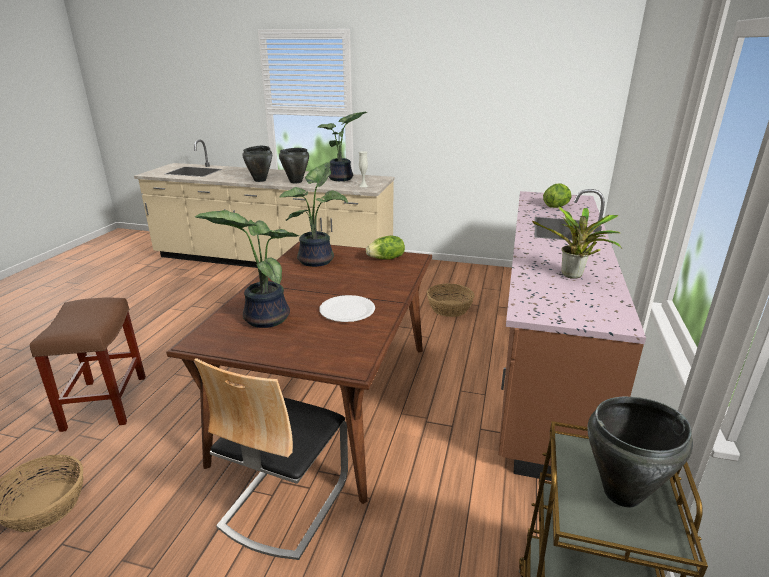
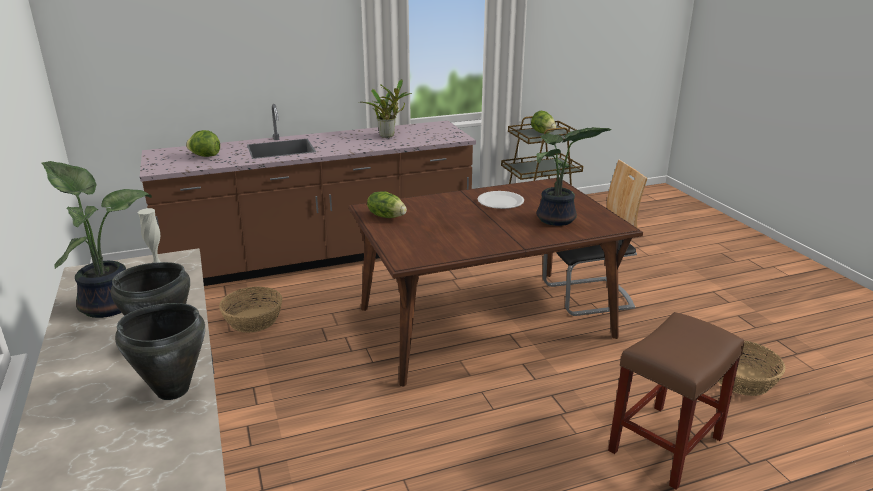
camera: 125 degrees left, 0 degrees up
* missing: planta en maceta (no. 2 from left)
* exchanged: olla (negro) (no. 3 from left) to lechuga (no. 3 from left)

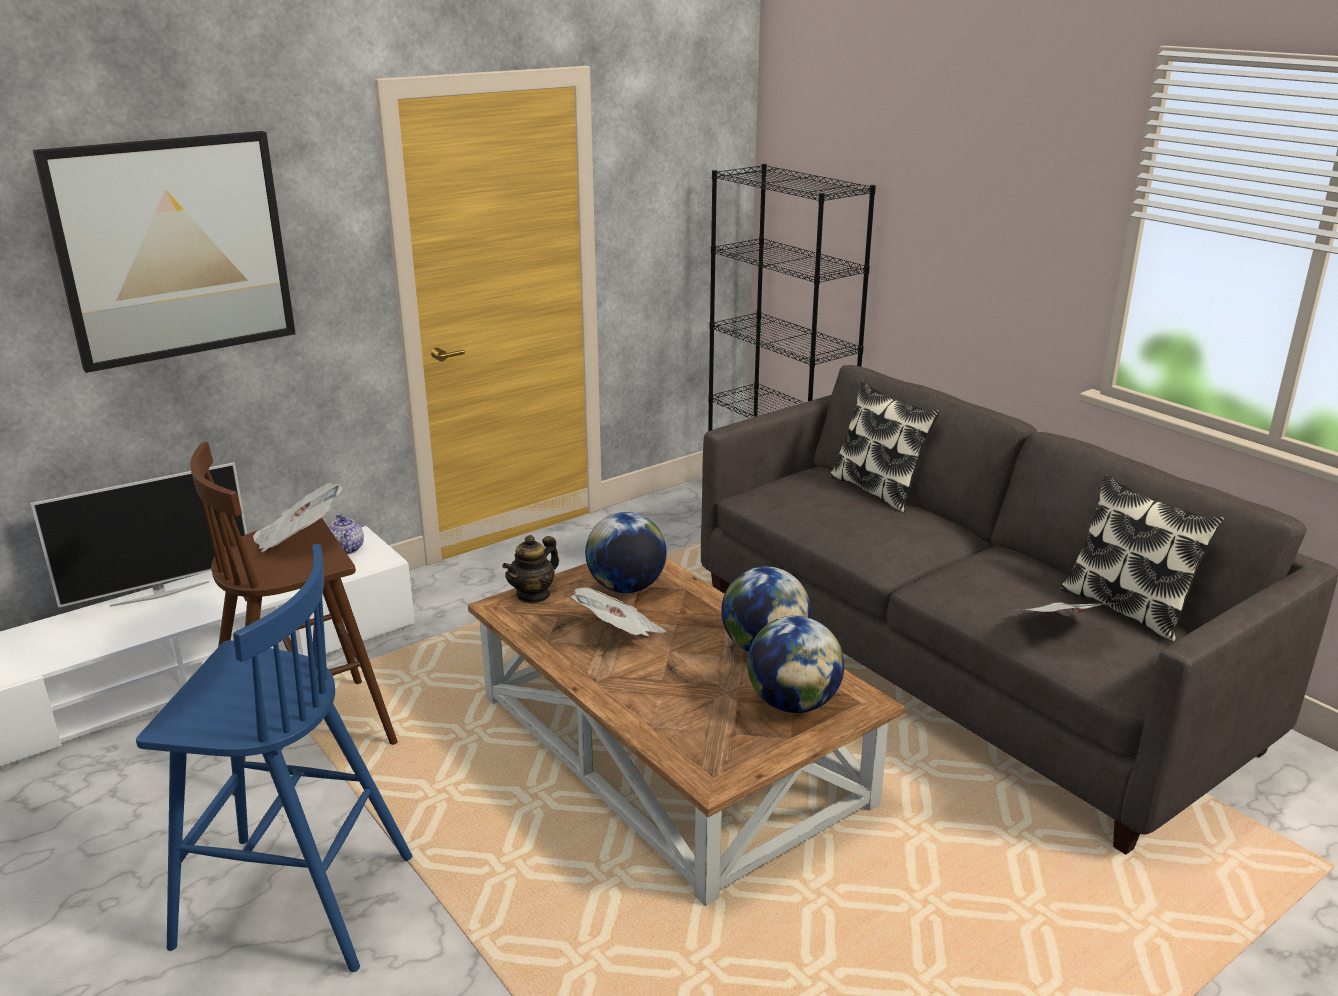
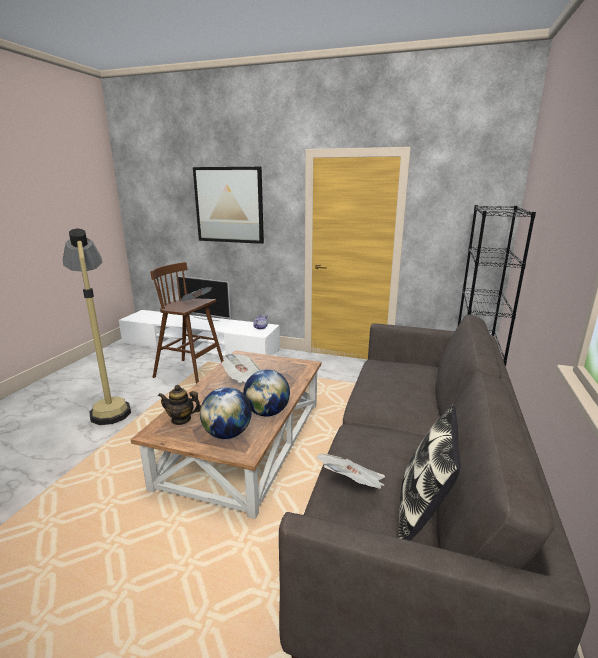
camera: 55 degrees right, 5 degrees down
* missing: globo terráqueo (no. 1 from left)
* missing: cojín (no. 1 from left)
* relocated: tetera (no. 2 from left in the first image) to tetera (no. 1 from left)
* exchanged: taburete (azul) to lámpara de pie

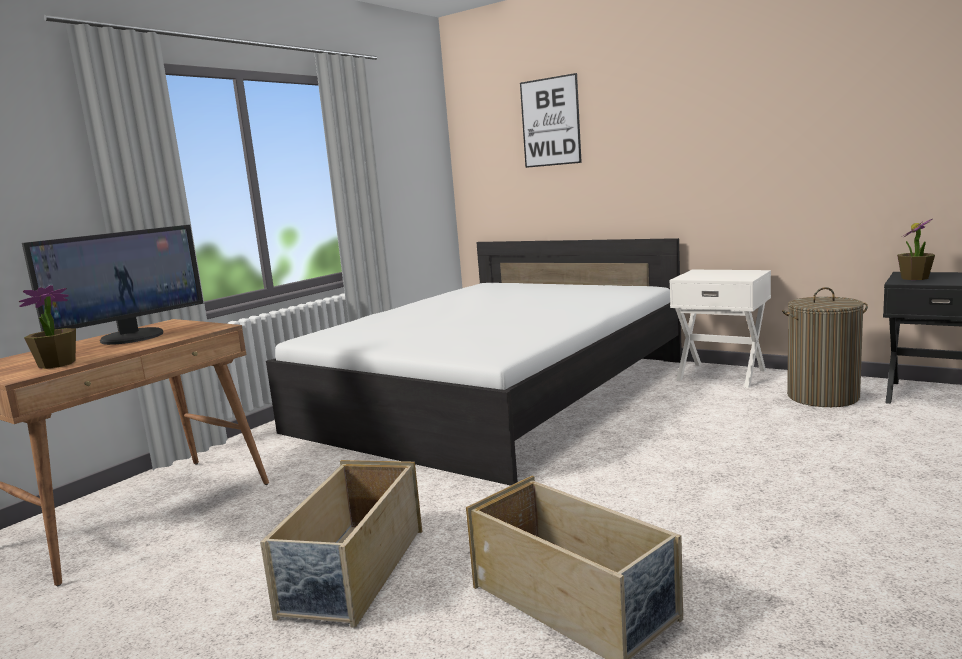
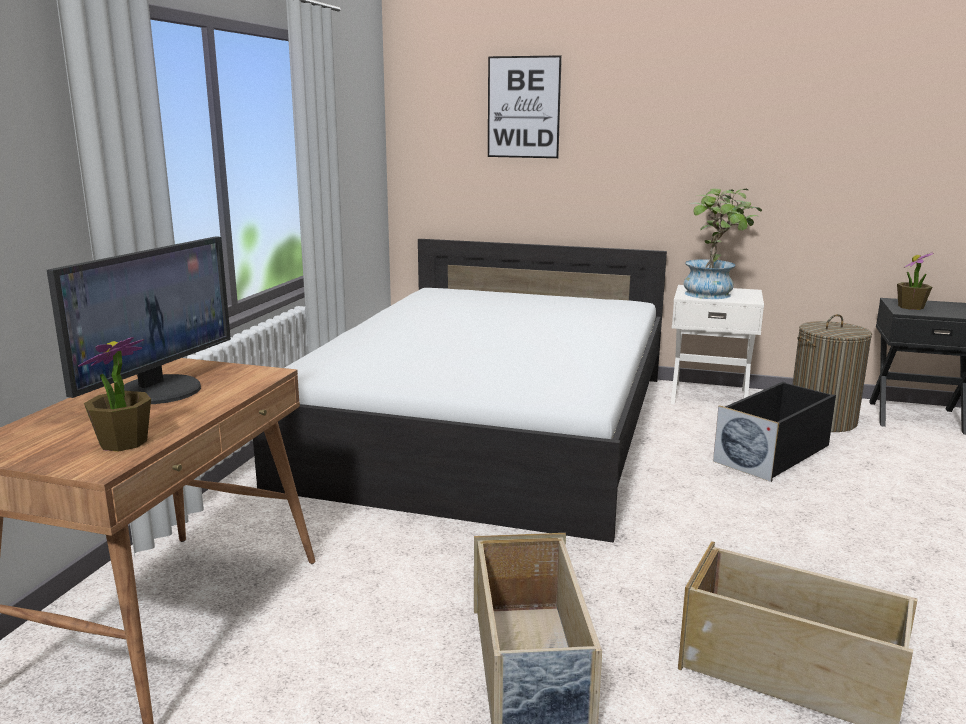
camera: 20 degrees left, 5 degrees up
* appeared: planta en maceta (no. 2 from left)
* appeared: caja de almacenaje (negro)

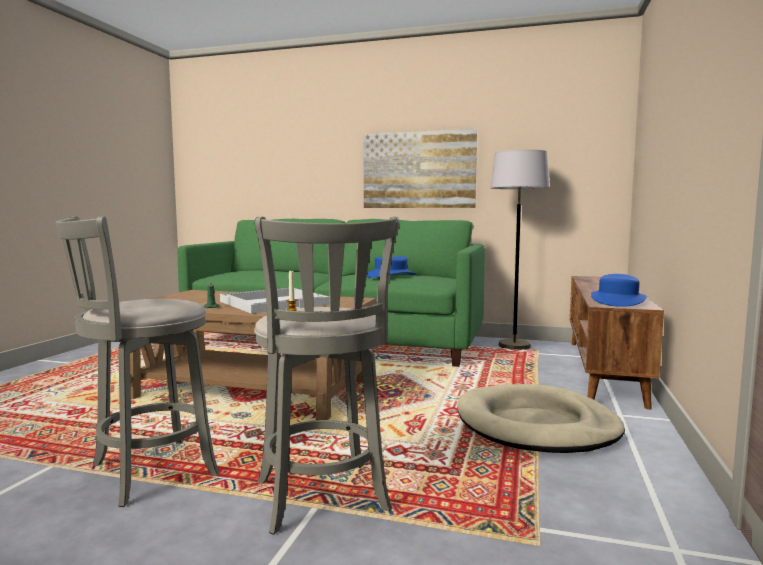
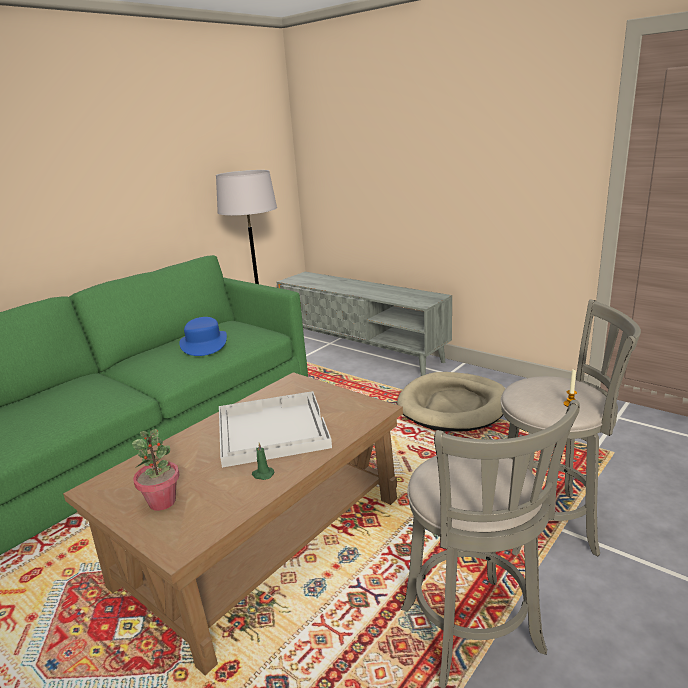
camera: 65 degrees left, 15 degrees up
* missing: cuadro
* missing: sombrero (azul) (no. 2 from left)
* appeared: planta en maceta
* colour: mueble de televisión (marrón) to mueble de televisión (gris)

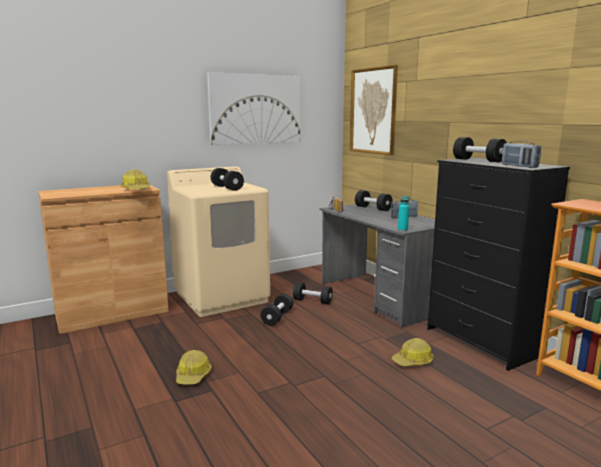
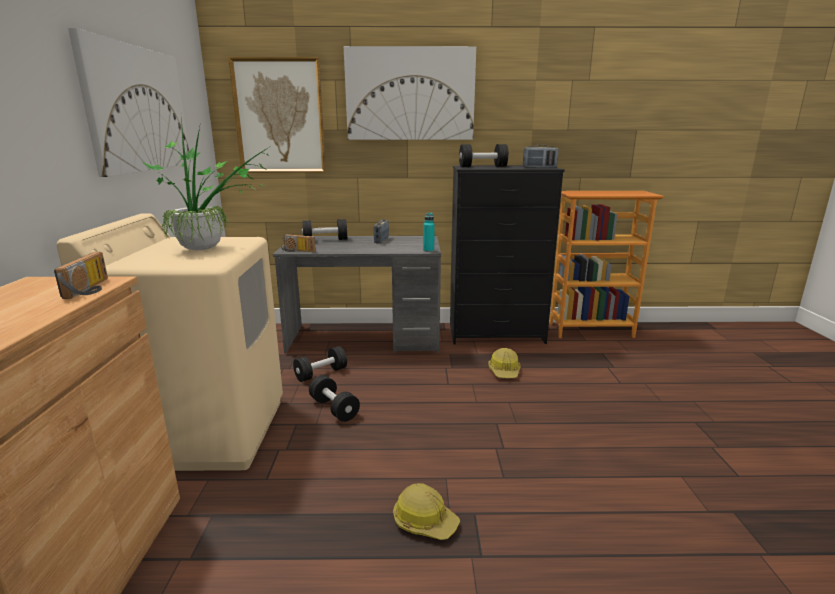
camera: 60 degrees left, 5 degrees up
* appeared: cuadro (no. 3 from left)
* exchanged: casco (no. 1 from left) to radio (no. 1 from left)
* exchanged: mancuerna (negro) (no. 1 from left) to planta en maceta

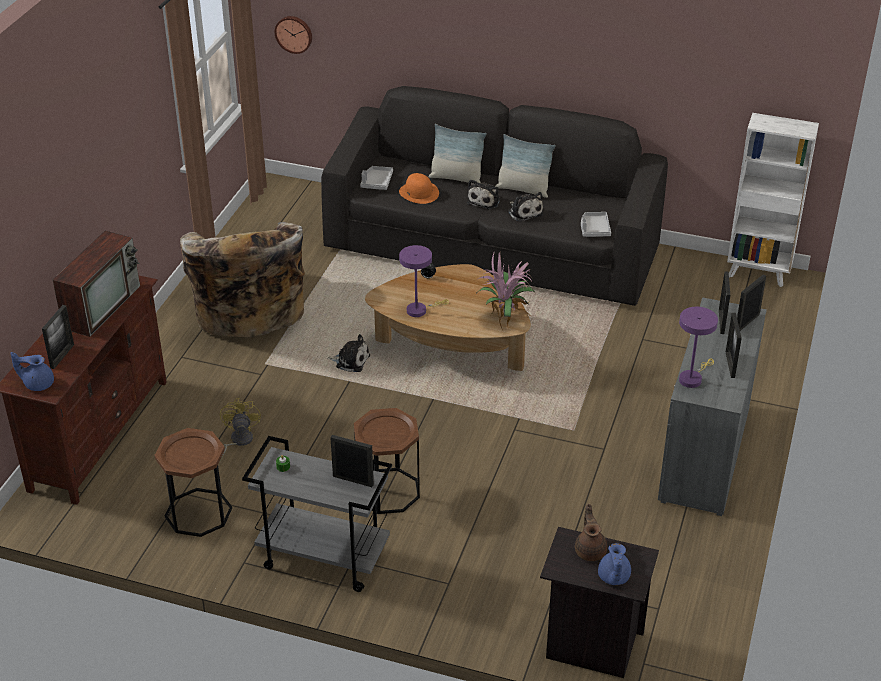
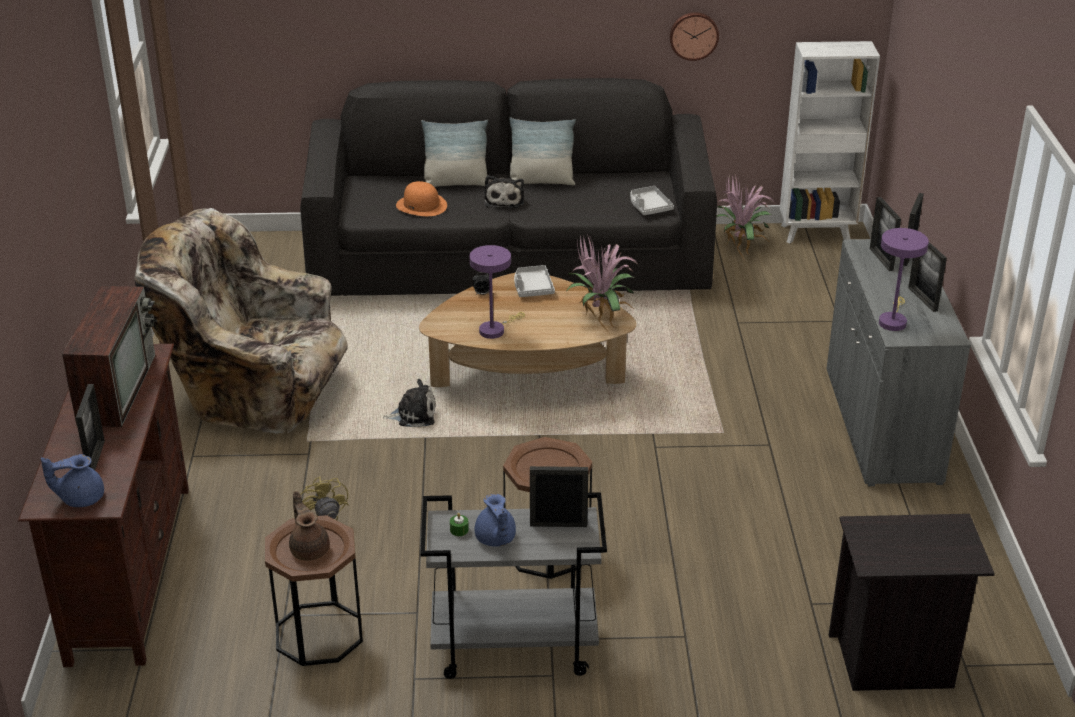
camera: 20 degrees left, 5 degrees down
* missing: peluche (no. 3 from left)
* appeared: planta en maceta (no. 2 from left)
* relocated: reloj de pared
* relocated: bandeja (gris) (no. 1 from left)
* relocated: tetera (marrón)
* relocated: tetera (azul) (no. 2 from left)
* spun: sillón (beis) 135 degrees clockwise

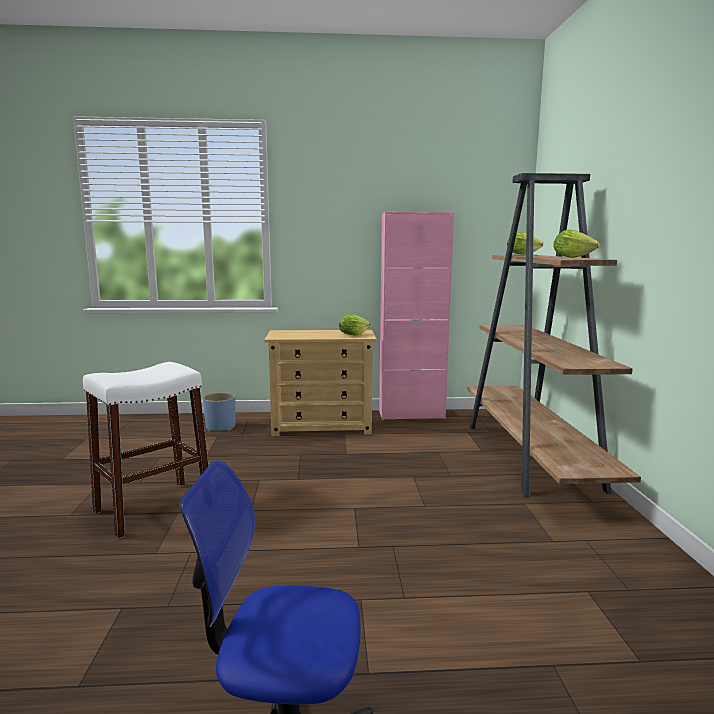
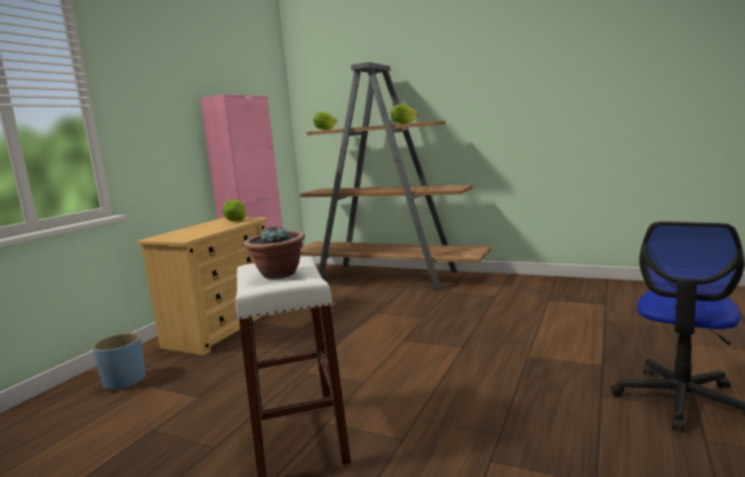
camera: 60 degrees left, 0 degrees up
* appeared: planta en maceta

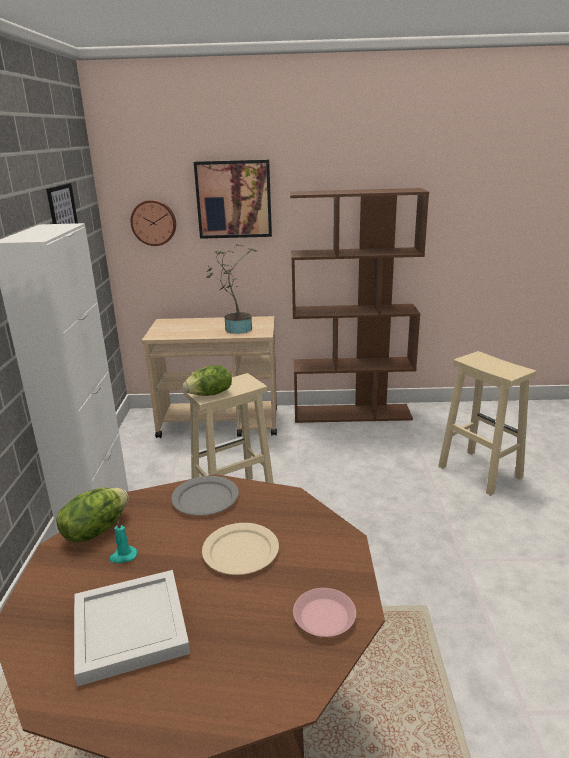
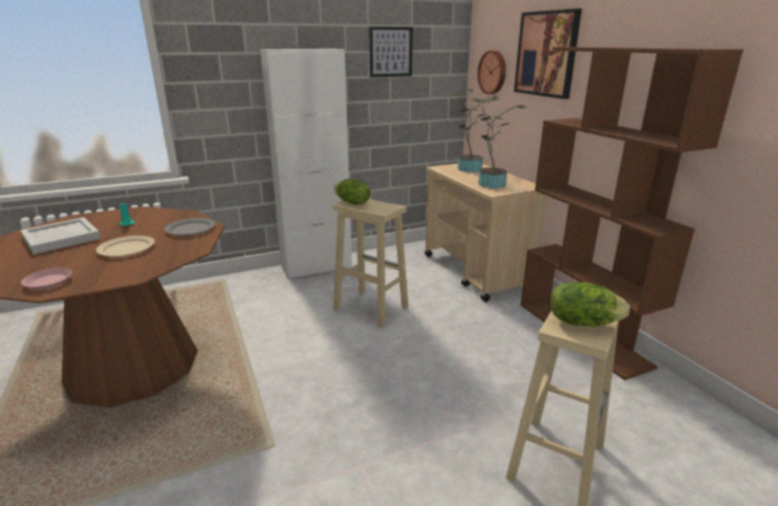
camera: 65 degrees right, 0 degrees up
* appeared: planta en maceta (no. 1 from left)
* relocated: lechuga (no. 1 from left in the first image) to lechuga (no. 2 from left)

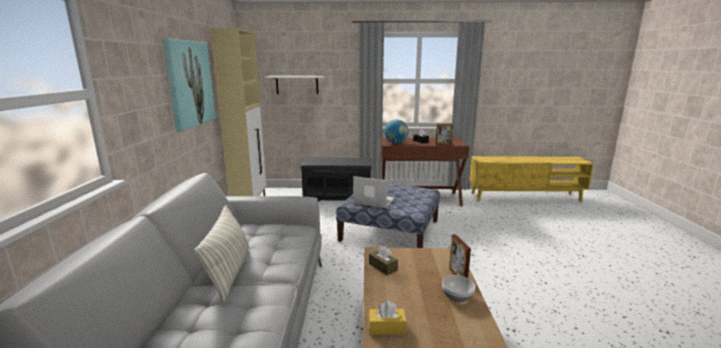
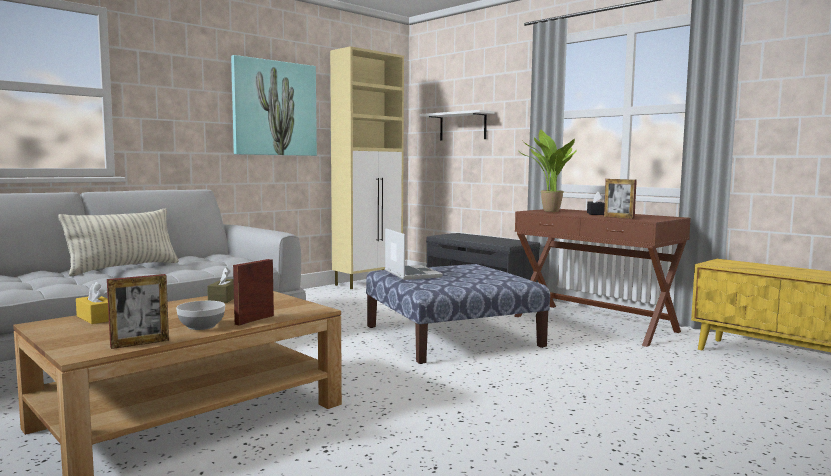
camera: 45 degrees right, 10 degrees down
* appeared: portarretratos (no. 1 from left)
* exchanged: globo terráqueo to planta en maceta

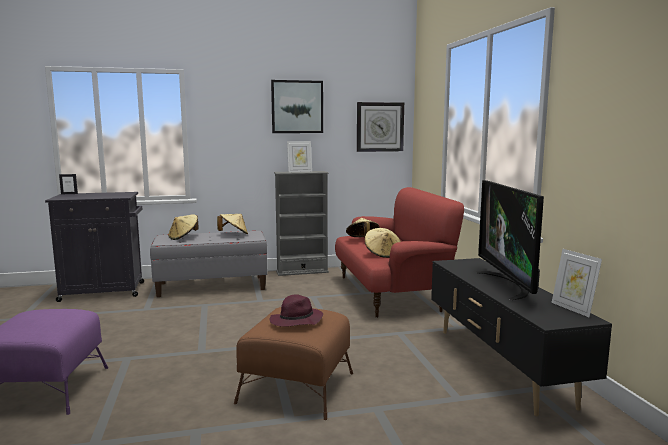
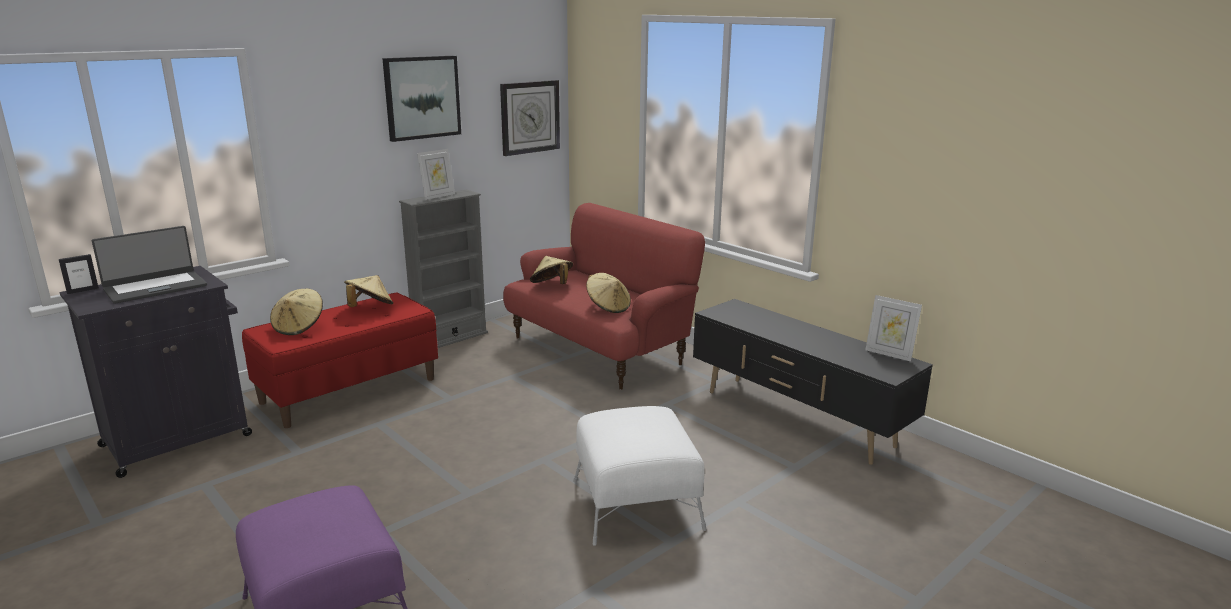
camera: 30 degrees left, 10 degrees up
* missing: sombrero (morado)
* missing: televisor
* appeared: portátil
* colour: banco (gris) to banco (rojo)
* colour: puf (marrón) to puf (blanco)

